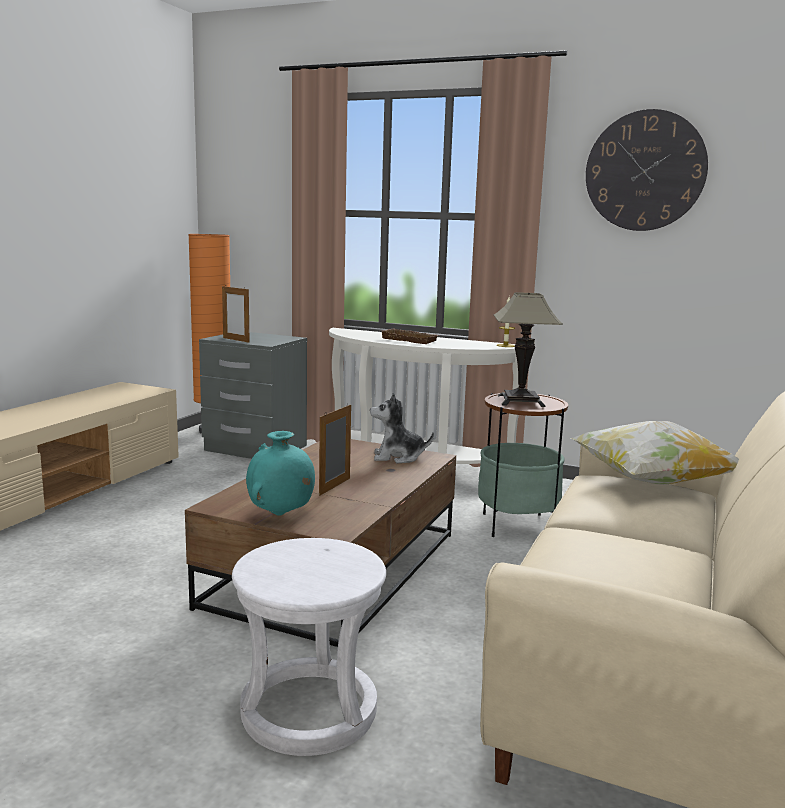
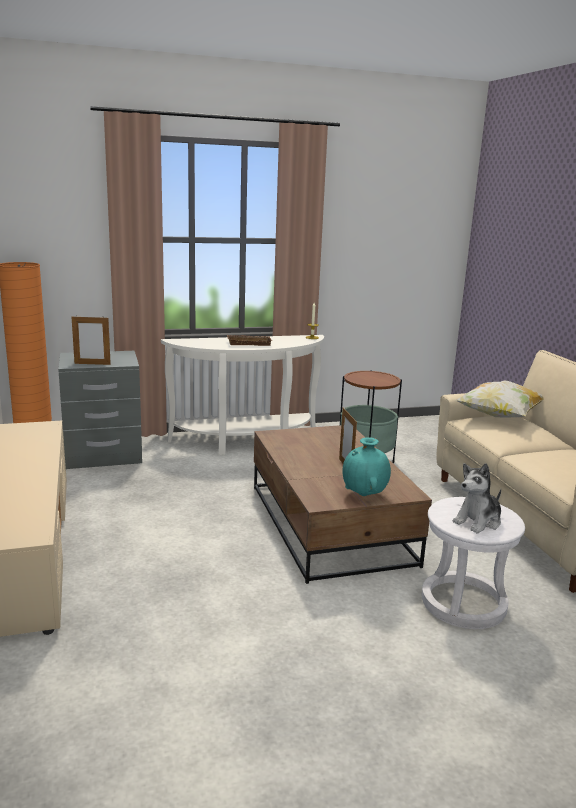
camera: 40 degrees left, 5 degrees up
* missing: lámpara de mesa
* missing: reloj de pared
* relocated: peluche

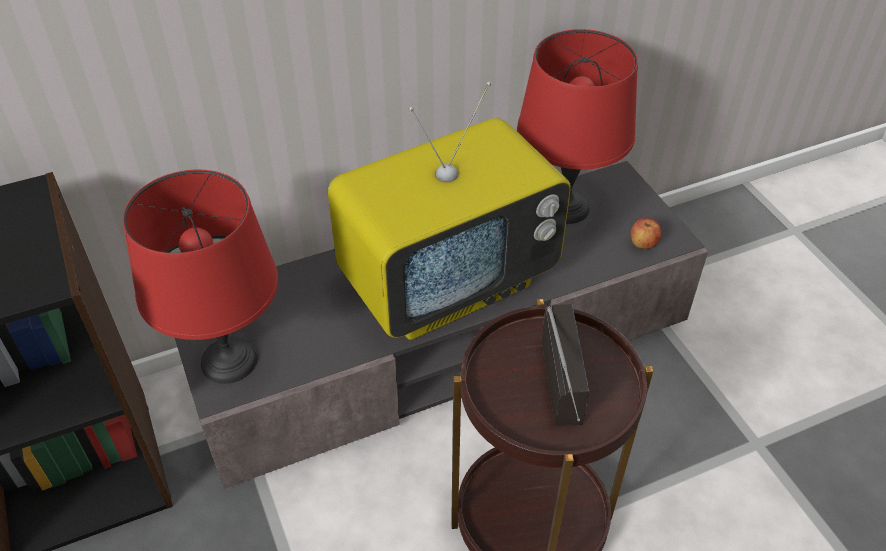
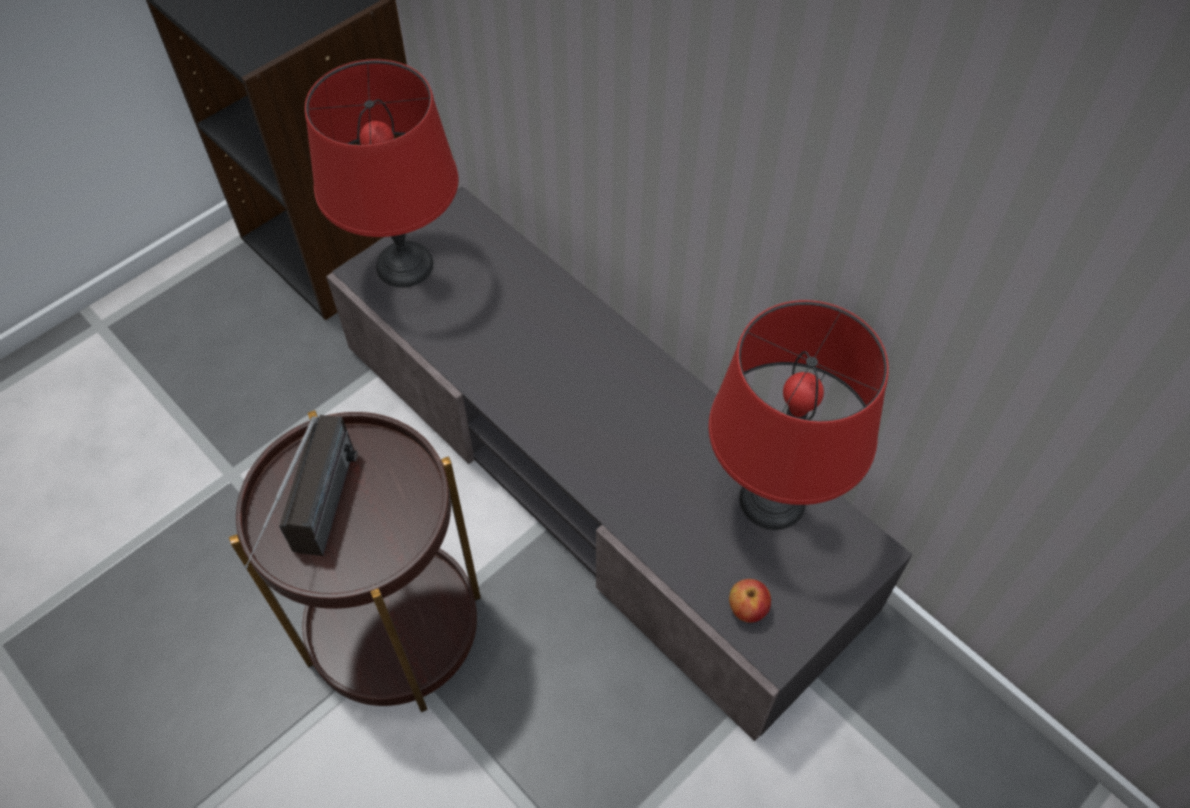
camera: 70 degrees right, 10 degrees up
* missing: televisor
* spun: radio 60 degrees counterclockwise

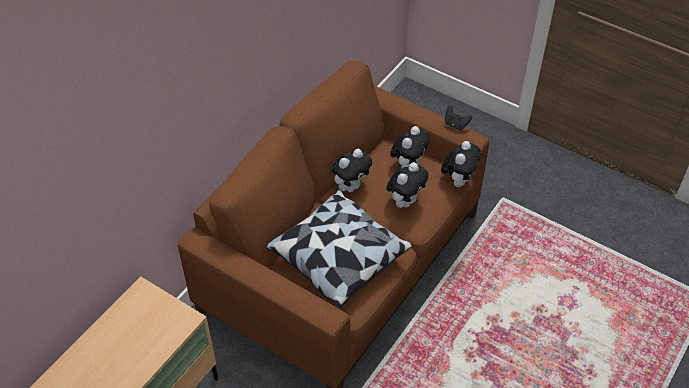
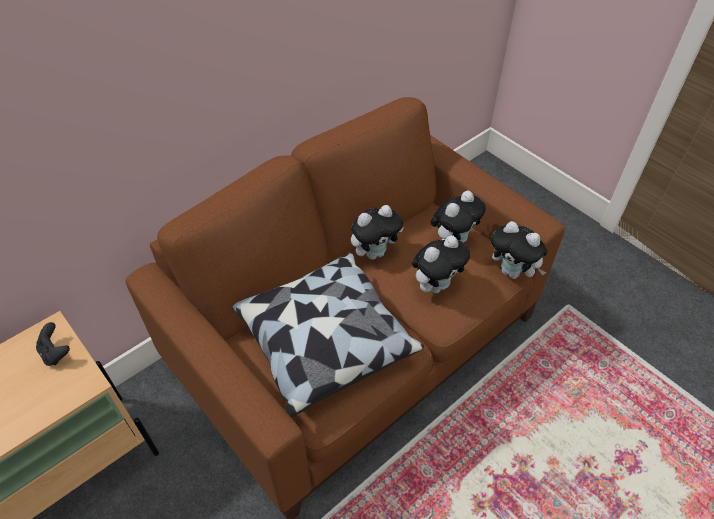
camera: 15 degrees right, 0 degrees up
* relocated: mando de consola (negro)
* spun: peluche (no. 4 from left) 90 degrees clockwise

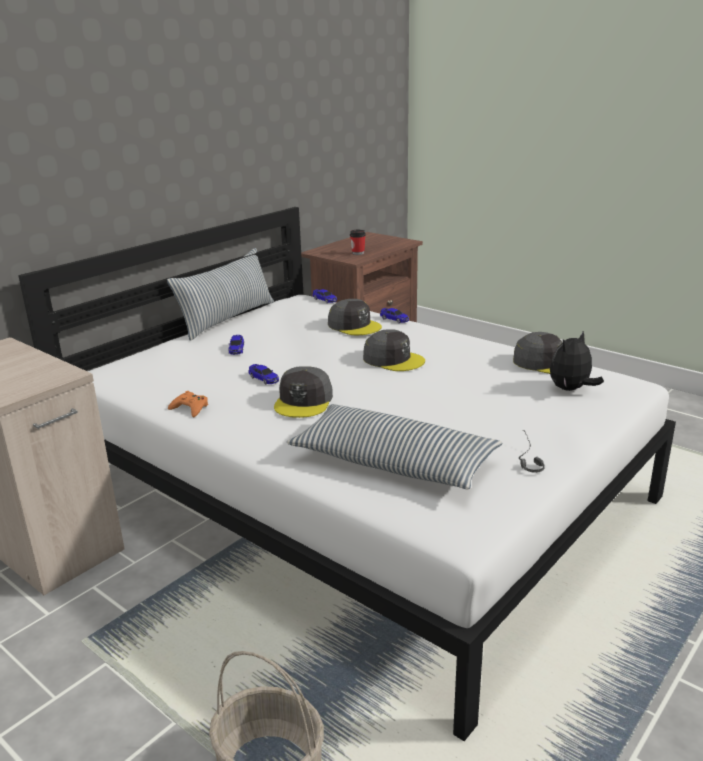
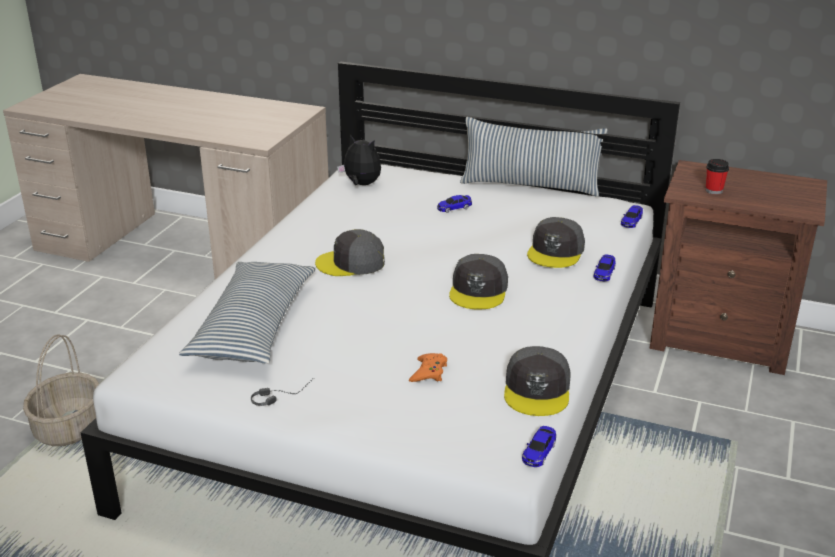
camera: 70 degrees right, 5 degrees up
* relocated: mando de consola (naranja)
* relocated: coche de juguete (no. 2 from left)
* relocated: peluche

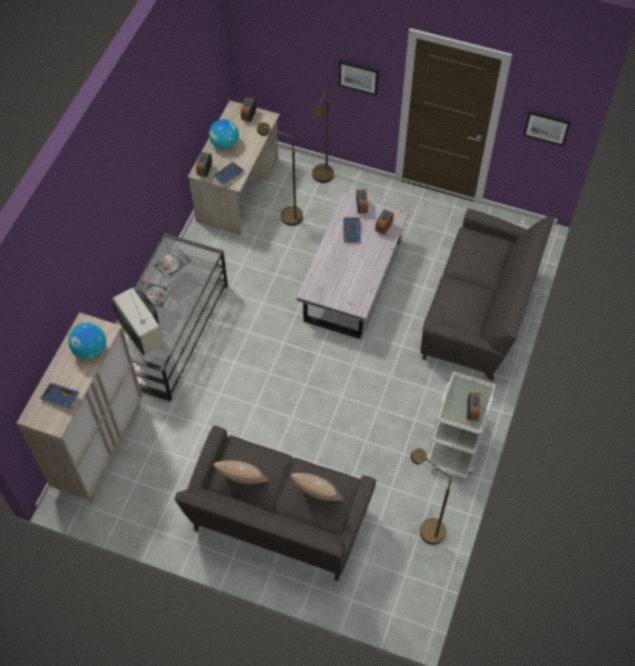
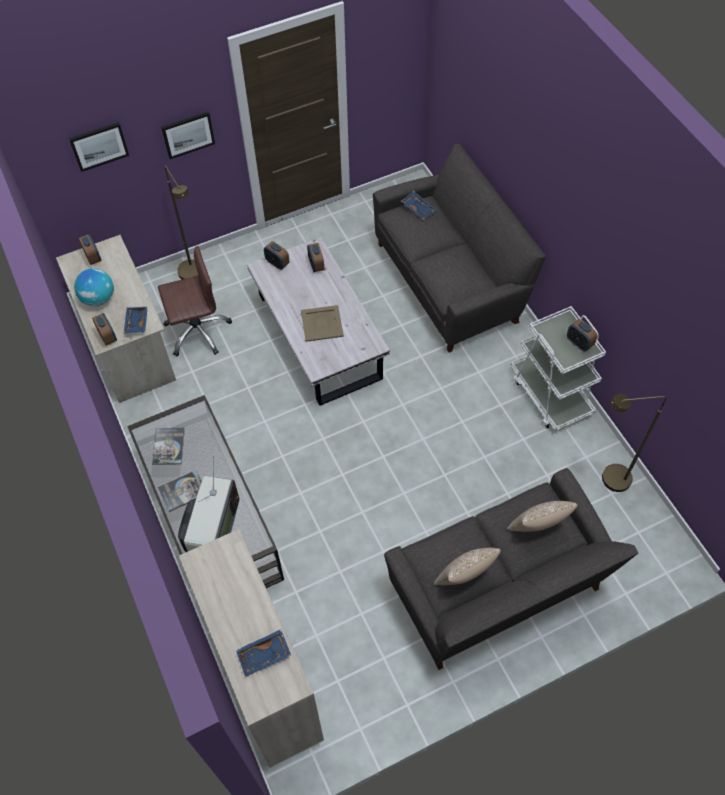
camera: 45 degrees left, 0 degrees up
* missing: globo terráqueo (no. 1 from left)
* appeared: bandeja (beis)
* relocated: bandeja (azul) (no. 3 from left)
* relocated: cuadro (no. 2 from left in the first image) to cuadro (no. 1 from left)
* exchanged: lámpara de pie (marrón) (no. 1 from left) to silla de oficina (marrón)
* spun: televisor 90 degrees counterclockwise

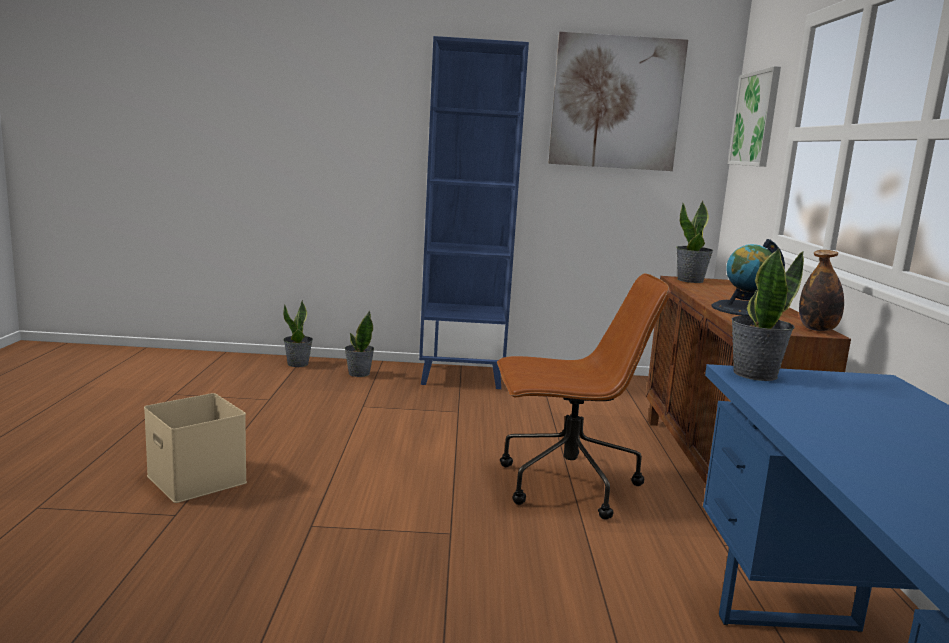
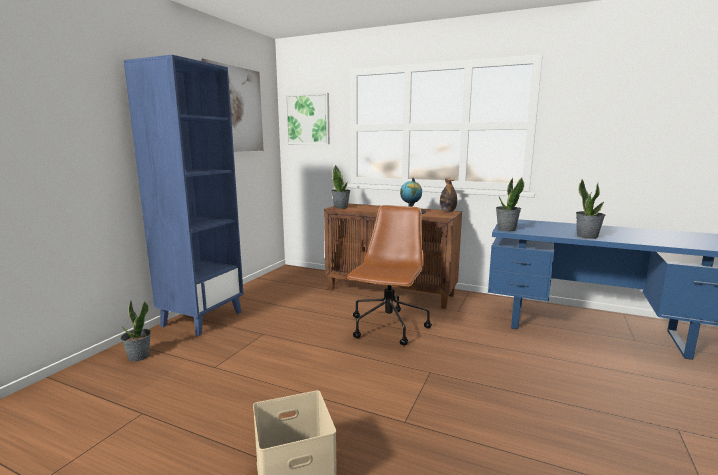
camera: 65 degrees left, 0 degrees up
* relocated: planta en maceta (no. 1 from left in the first image) to planta en maceta (no. 4 from left)

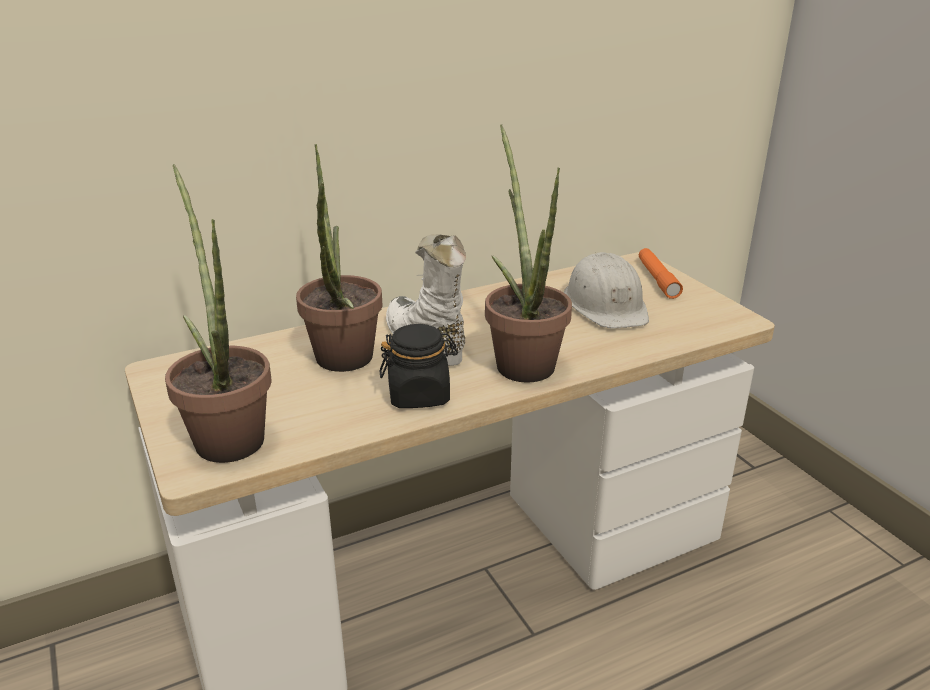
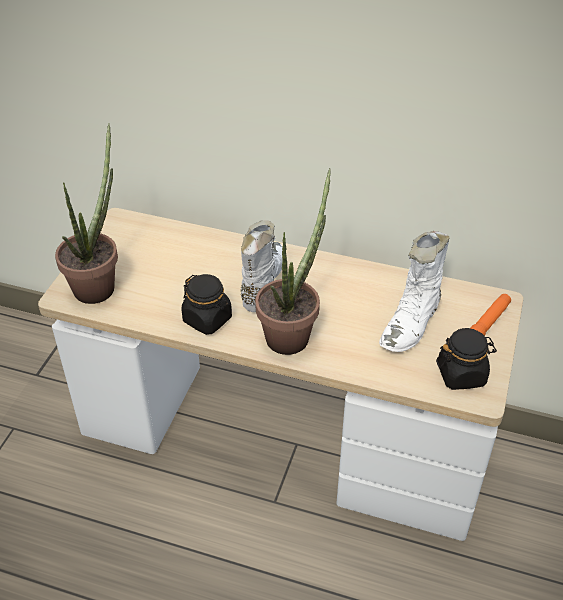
camera: 45 degrees right, 15 degrees up
* missing: planta en maceta (no. 2 from left)
* appeared: tarro (negro) (no. 2 from left)
* exchanged: casco (blanco) to bota (blanco) (no. 2 from left)

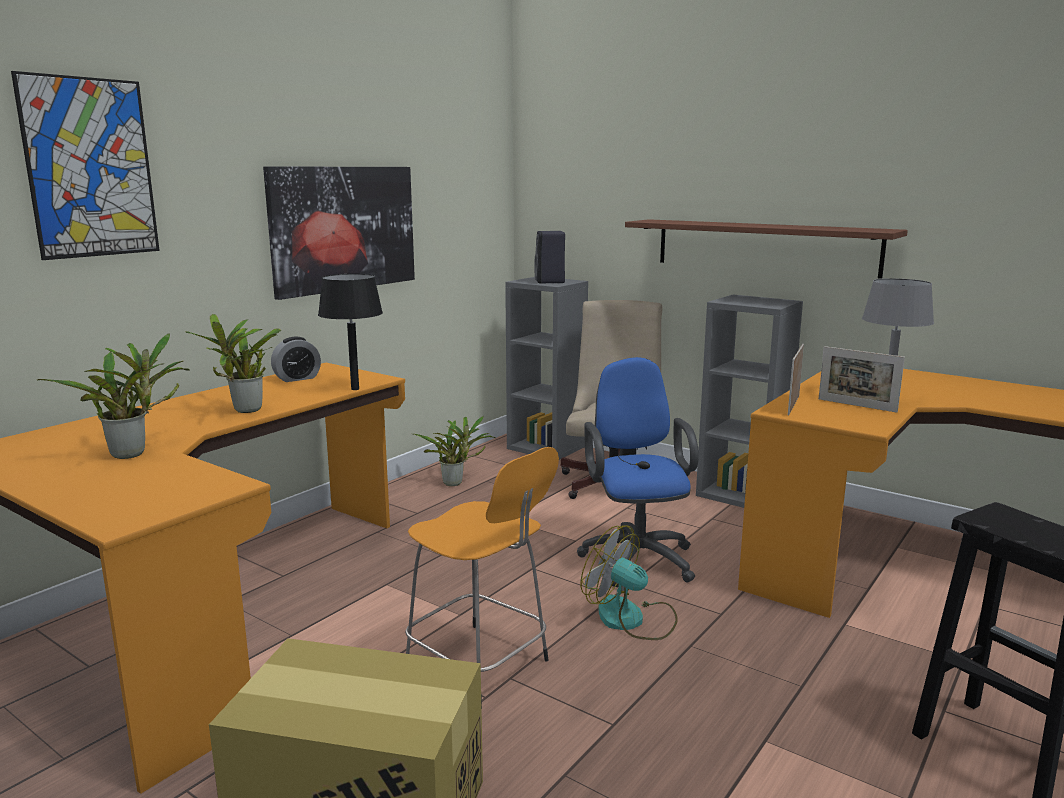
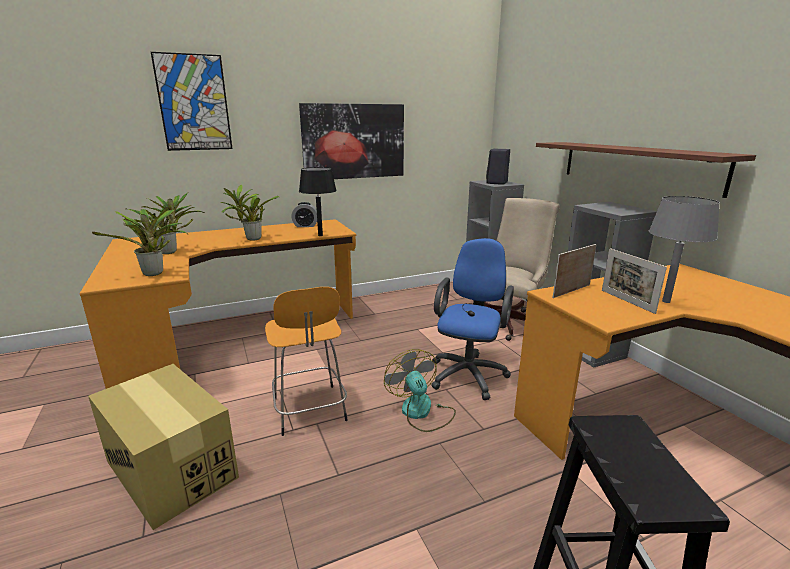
camera: 30 degrees right, 5 degrees up
* relocated: planta en maceta (no. 3 from left in the first image) to planta en maceta (no. 1 from left)

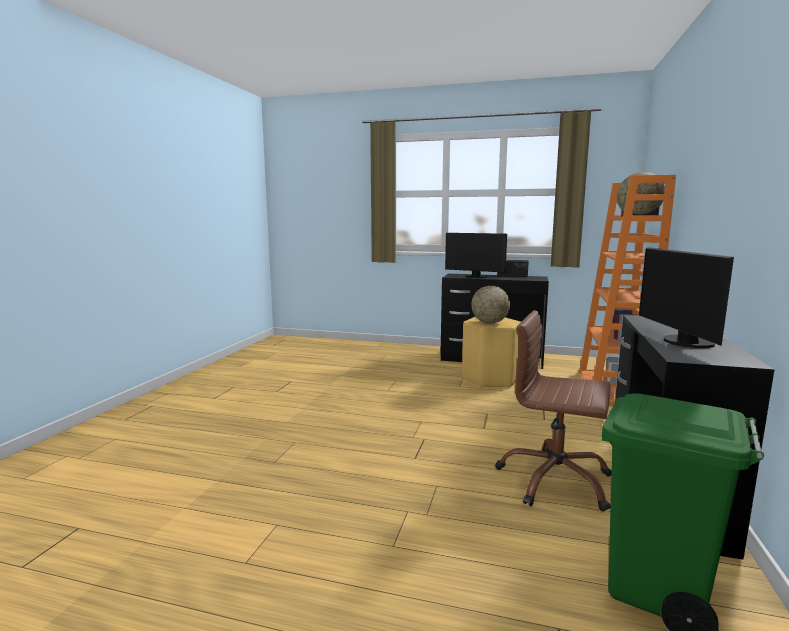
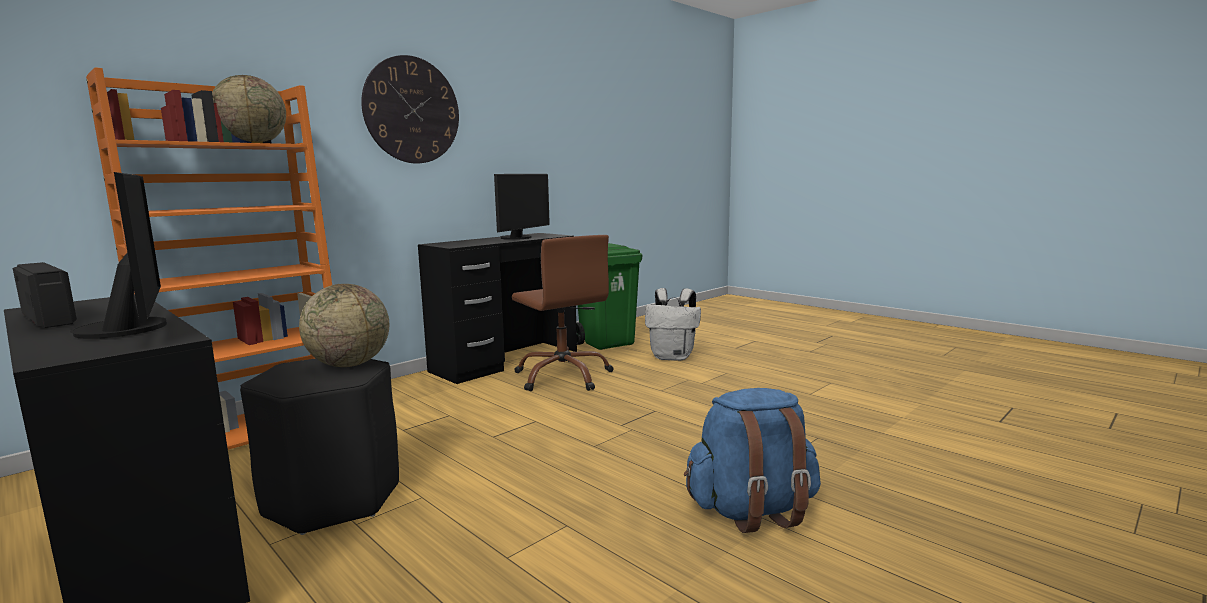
camera: 150 degrees left, 0 degrees up
* appeared: reloj de pared
* appeared: mochila (blanco)
* appeared: mochila (azul)
* colour: taburete (amarillo) to taburete (negro)

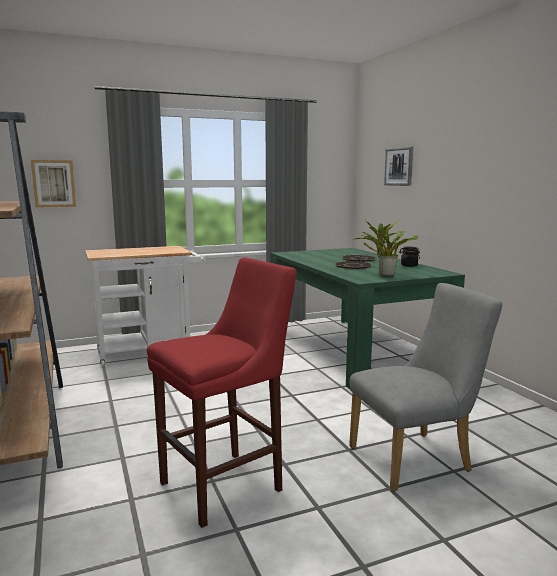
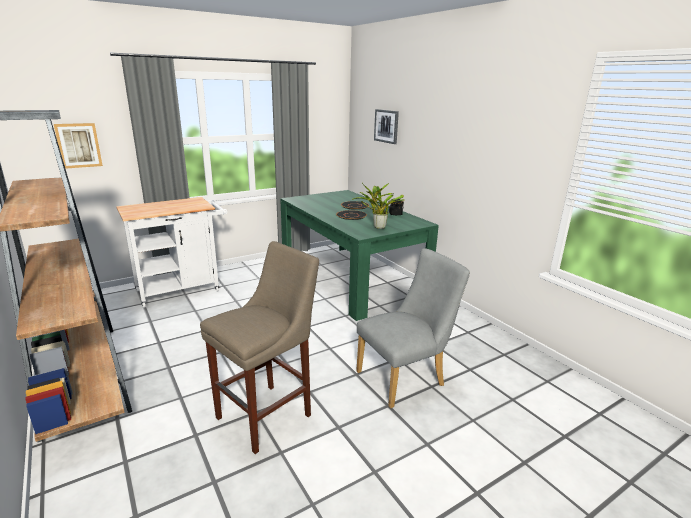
camera: 10 degrees left, 10 degrees up
* colour: taburete (rojo) to taburete (beis)

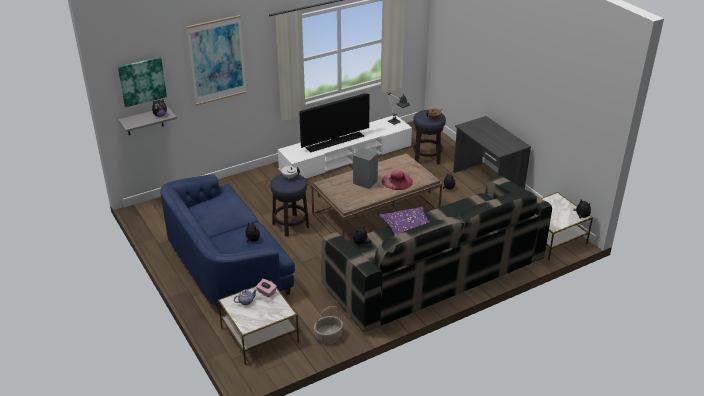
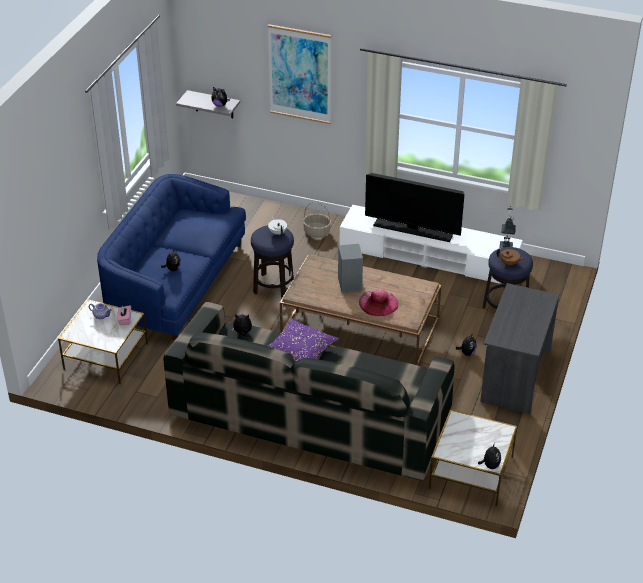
camera: 50 degrees right, 5 degrees up
* missing: cuadro (no. 1 from left)
* relocated: cesta

